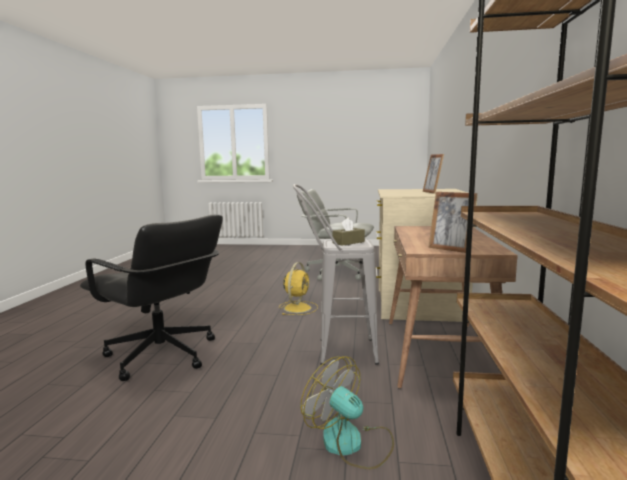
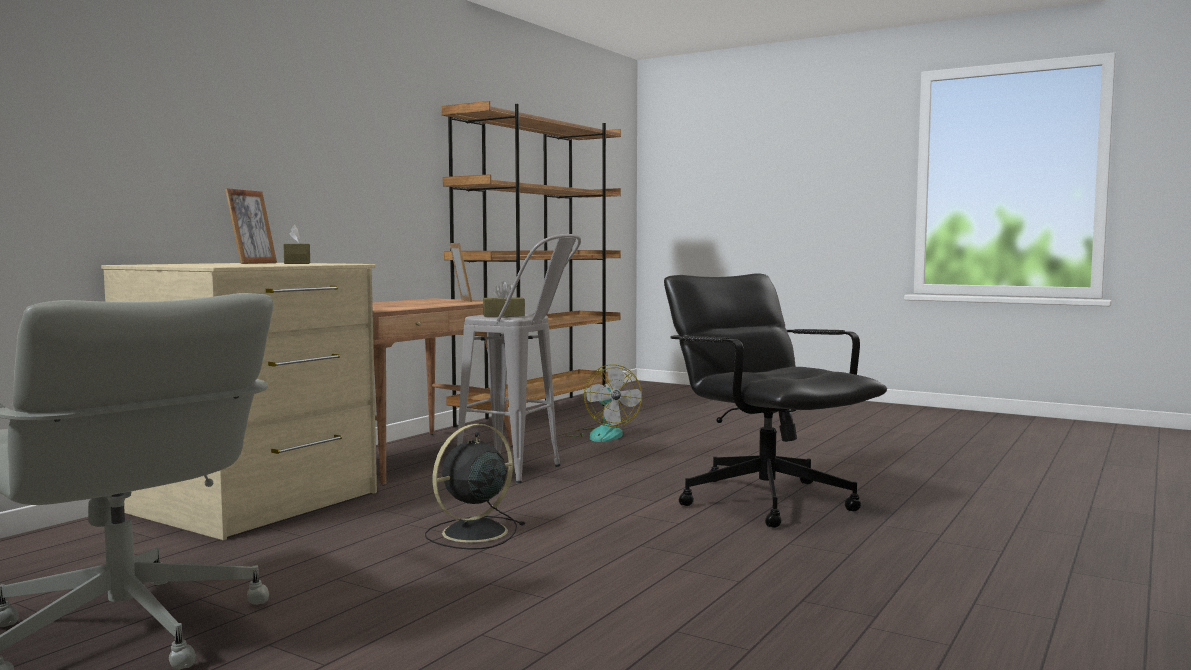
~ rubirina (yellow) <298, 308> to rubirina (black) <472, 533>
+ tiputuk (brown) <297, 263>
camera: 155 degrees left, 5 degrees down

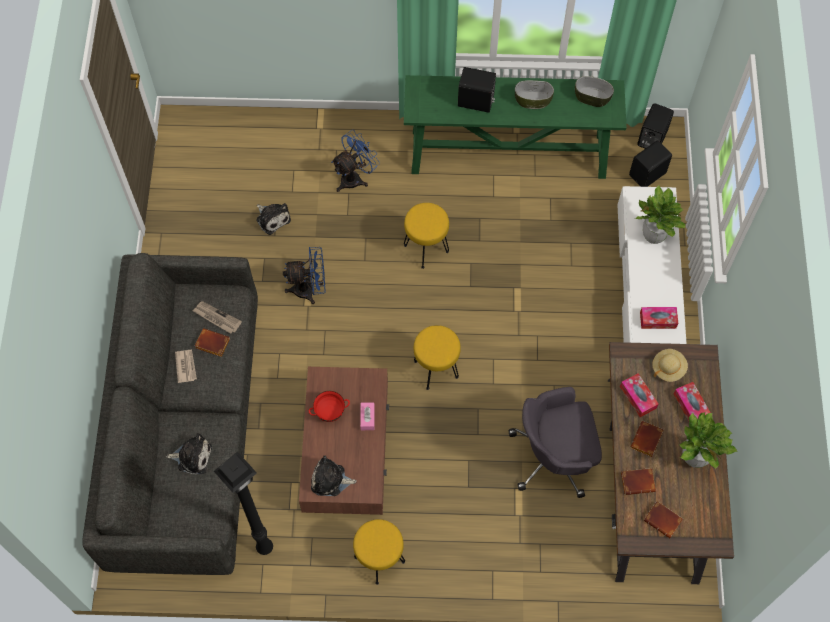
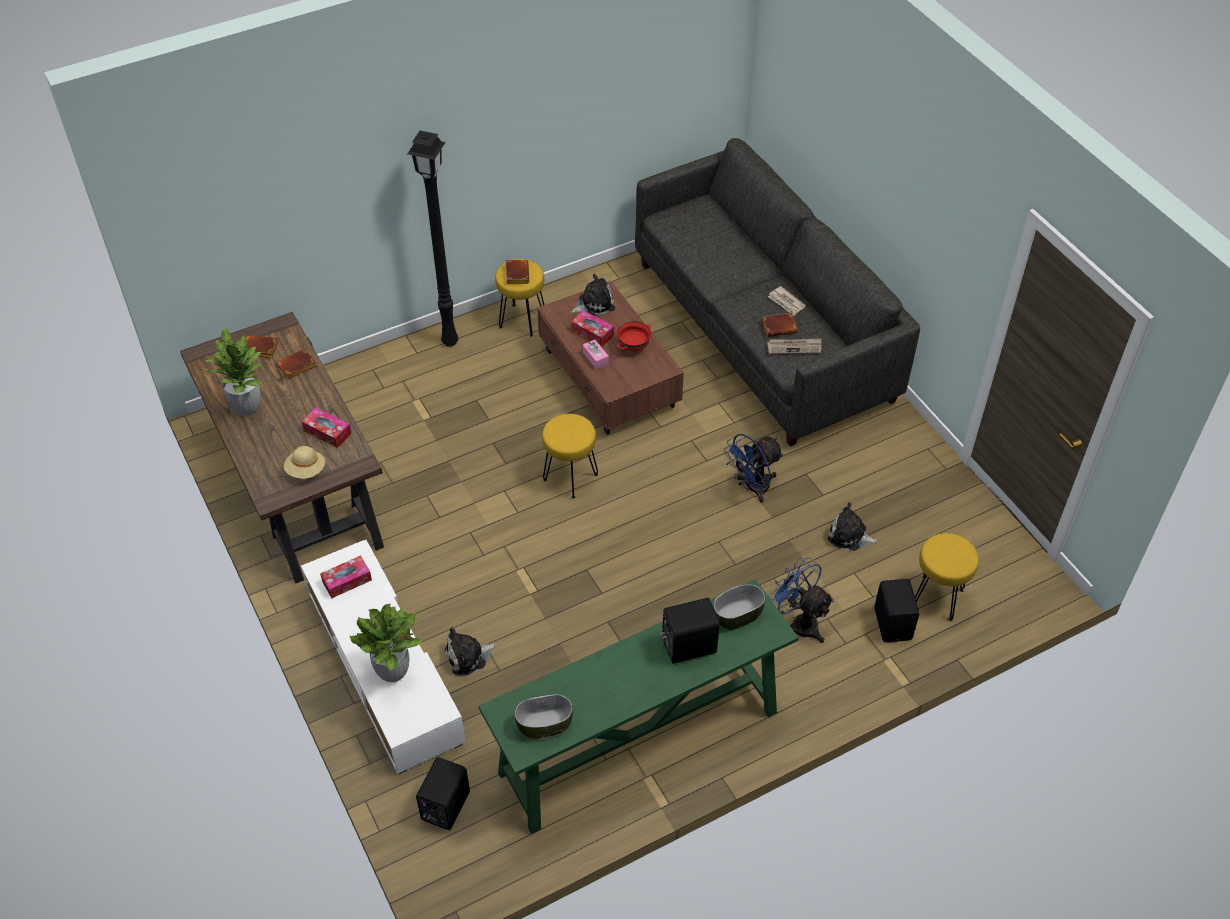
~ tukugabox <192, 456> to <468, 657>
~ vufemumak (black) <263, 547> to <451, 341>
~ rubirina (blue) <355, 177> = <799, 622> 120 degrees clockwise
~ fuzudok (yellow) <426, 248> to <937, 598>
- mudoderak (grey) <554, 456>
~ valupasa <533, 100> to <737, 616>
~ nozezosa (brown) <647, 441> to <516, 274>
~ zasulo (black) <651, 138> to <893, 623>
~ tiputuk <690, 406> to <592, 333>
camera: 150 degrees right, 15 degrees down

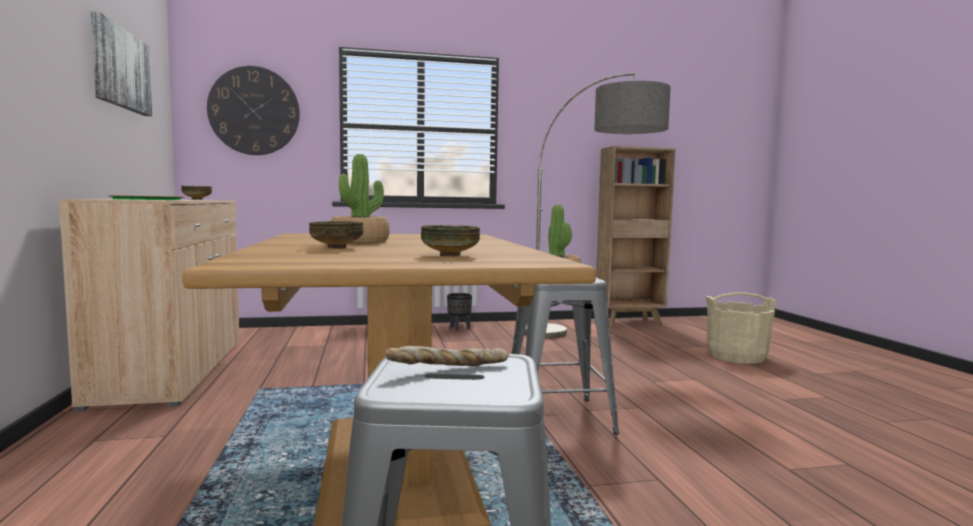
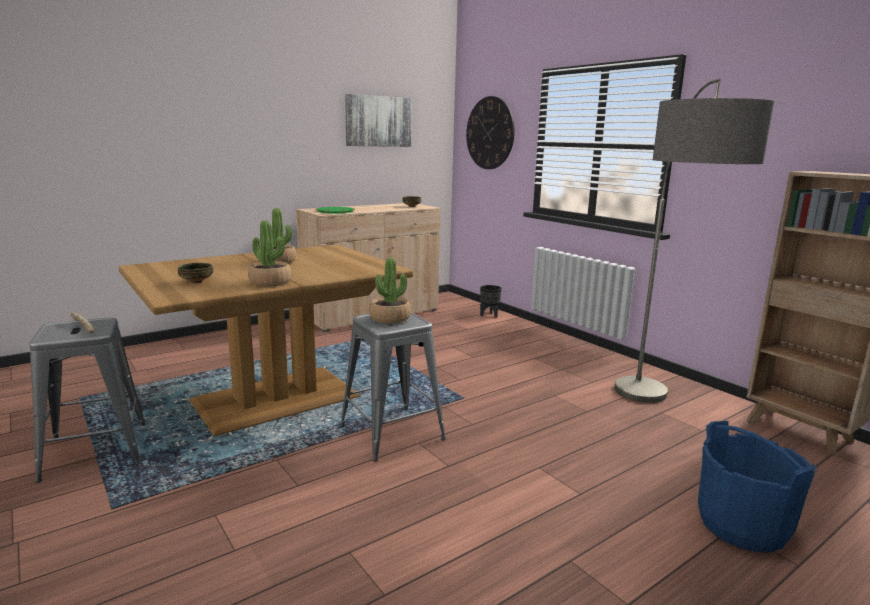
- valupasa <337, 248>
~ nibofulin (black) <458, 328> to <489, 315>
~ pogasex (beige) <736, 356> to pogasex (blue) <743, 525>
+ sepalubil <270, 282>
camera: 65 degrees right, 10 degrees up

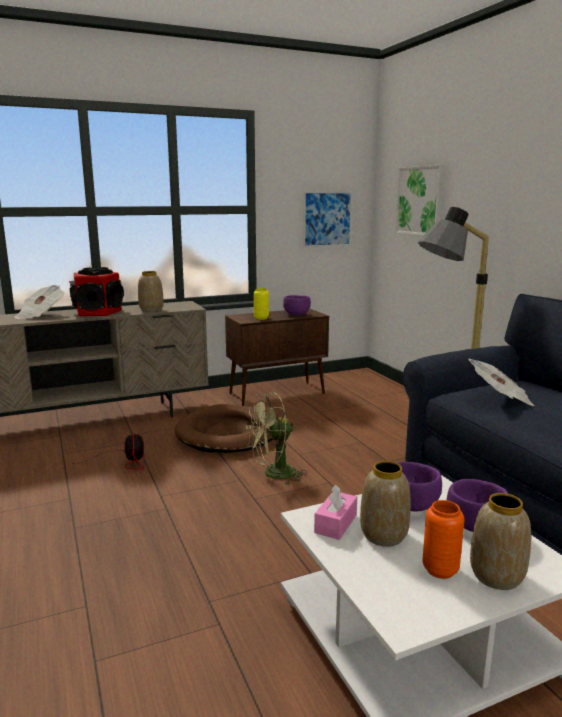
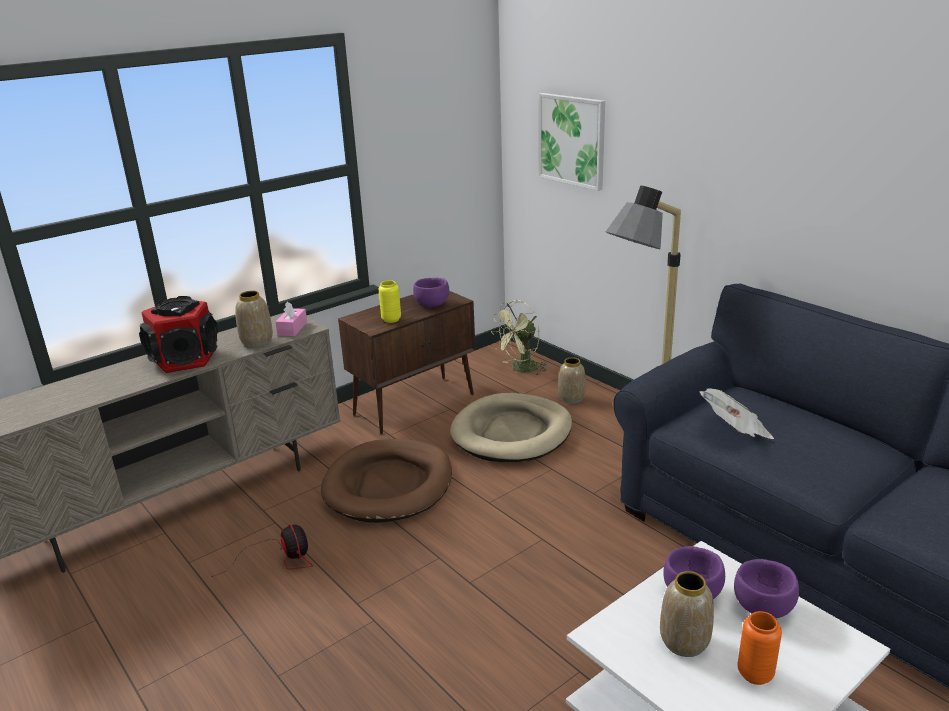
- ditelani <40, 315>
~ rubirina (green) <273, 474> to <521, 369>
- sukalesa <327, 219>
~ tiputuk (pink) <336, 524> to <292, 328>
~ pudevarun <497, 576> to <572, 398>
+ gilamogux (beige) <512, 433>
camera: 15 degrees left, 10 degrees up

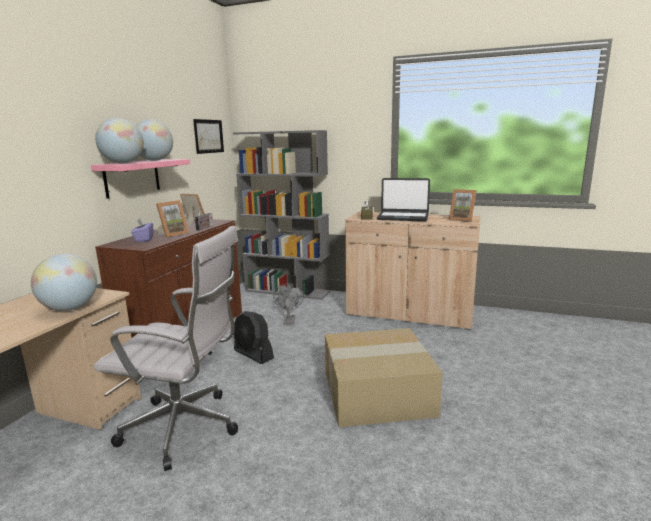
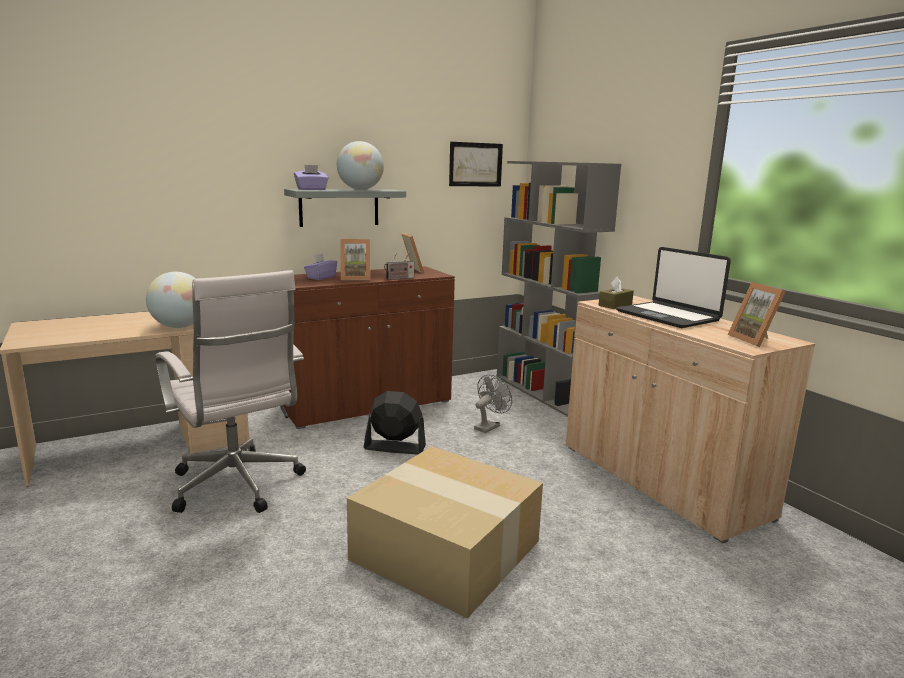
~ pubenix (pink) <132, 177> to pubenix (grey) <339, 207>
~ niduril <123, 163> to tiputuk (purple) <311, 189>
~ rubirina (black) <253, 354> = <394, 447> 105 degrees clockwise
camera: 40 degrees right, 0 degrees up

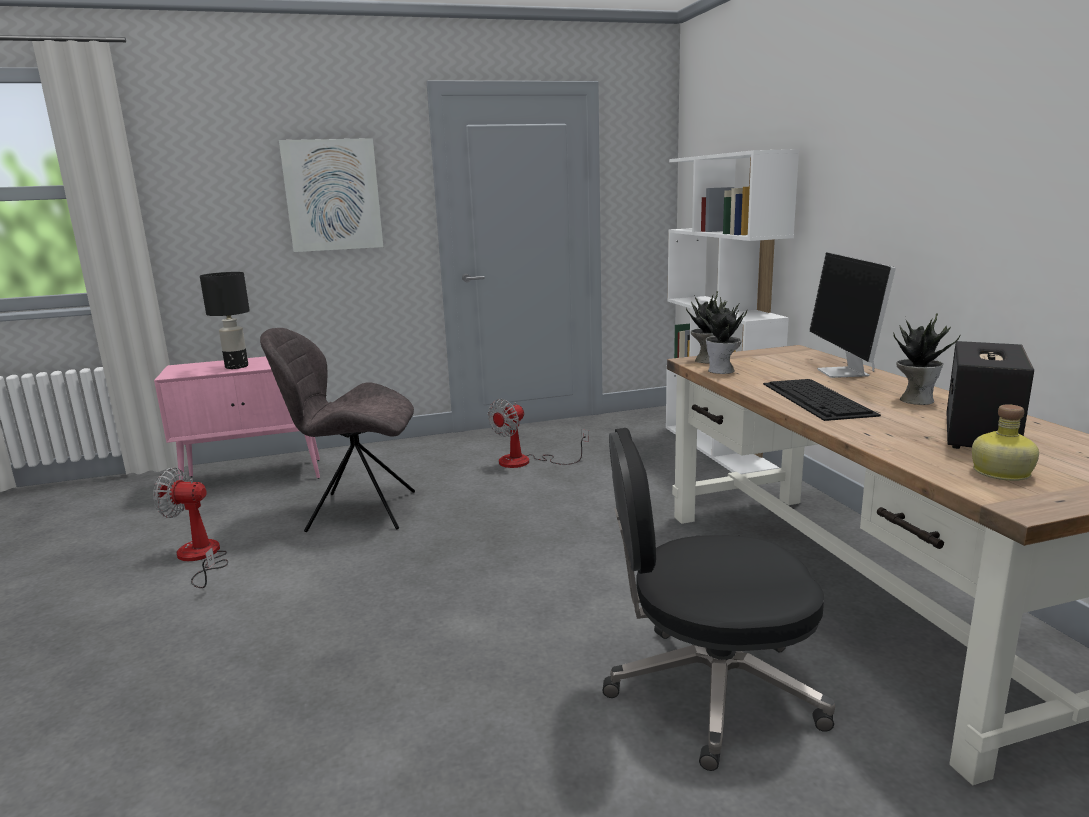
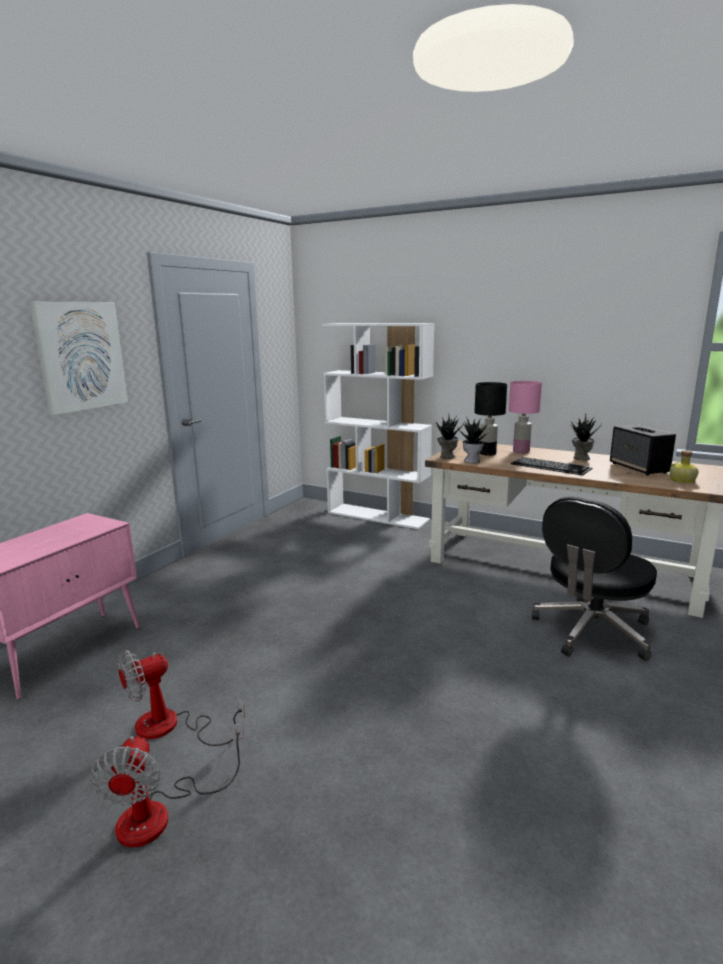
~ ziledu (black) <236, 367> to <487, 454>
- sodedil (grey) <357, 511>
~ rubirina <526, 462> to <161, 813>
~ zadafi <844, 373> to ziledu (pink) <521, 451>
camera: 45 degrees left, 0 degrees up

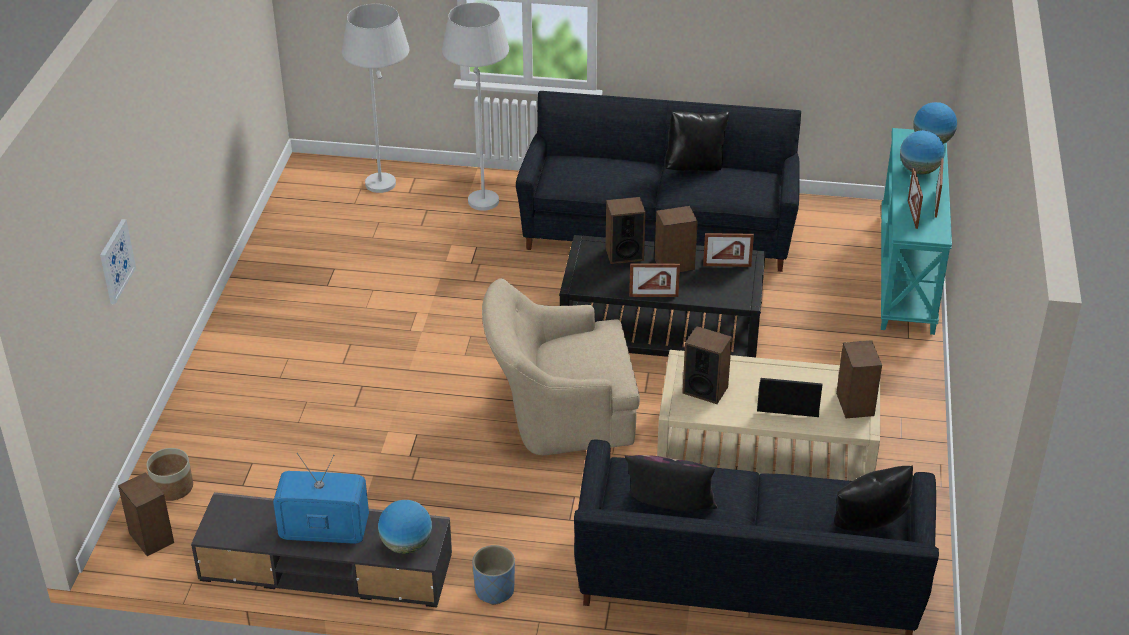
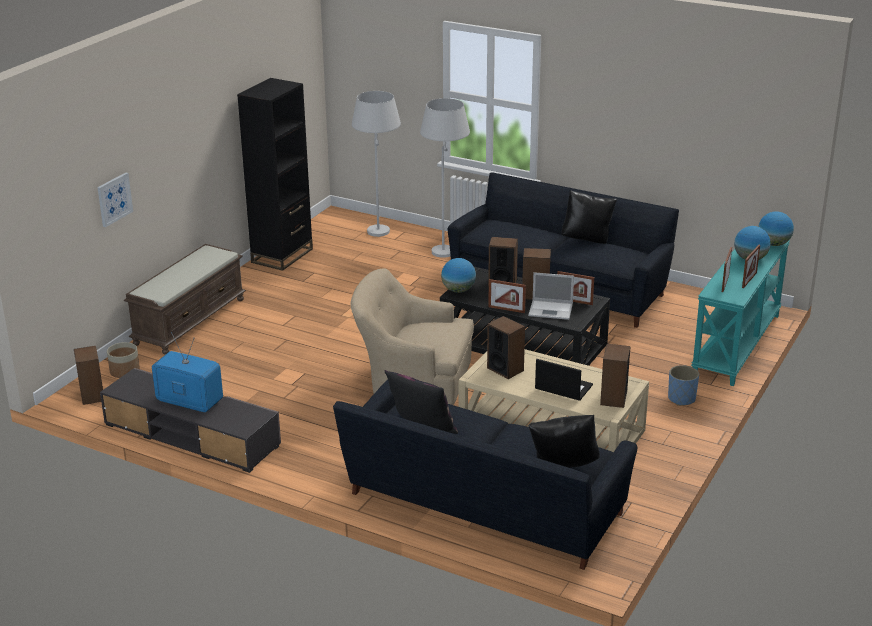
~ niduril <406, 545> to <458, 290>
~ nibofulin (blue) <495, 590> to <681, 399>
+ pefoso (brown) <189, 321>
+ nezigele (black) <282, 256>
+ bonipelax <551, 310>
camera: 20 degrees right, 10 degrees down

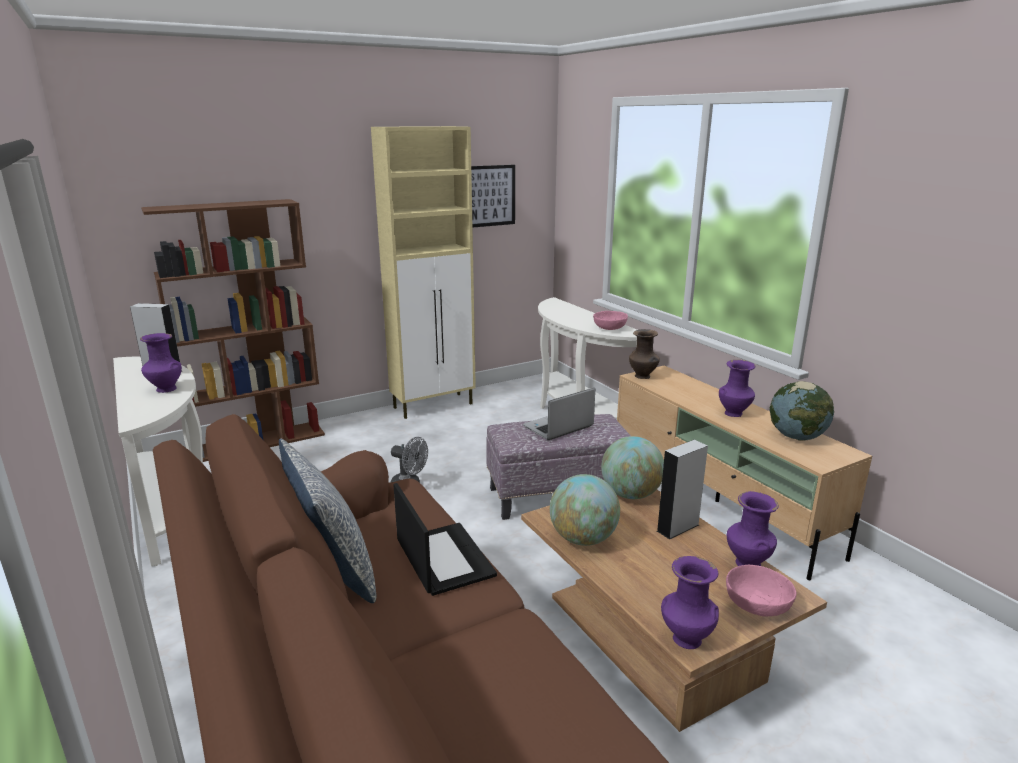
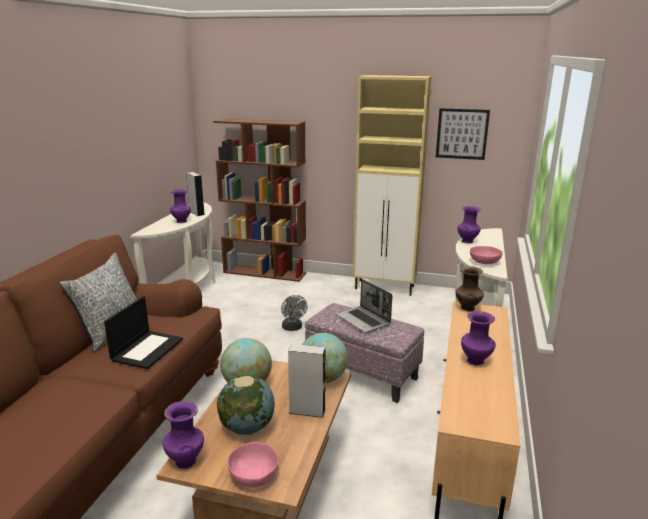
~ bonipelax <558, 427> = <364, 320> 135 degrees counterclockwise
~ pudevarun (purple) <747, 563> to <467, 241>
~ niduril <797, 437> to <247, 428>
camera: 45 degrees right, 0 degrees up

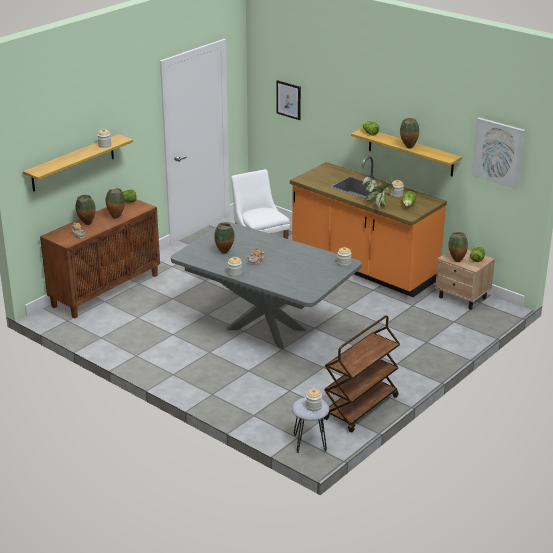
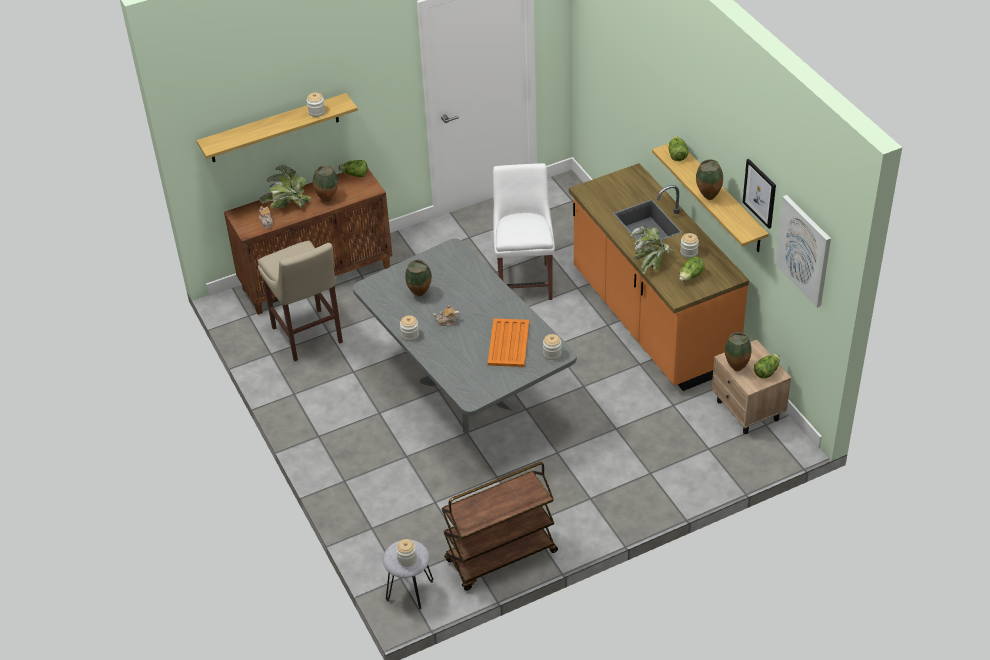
~ pudevarun <87, 224> to sepalubil <287, 204>
~ sukalesa <288, 100> to <760, 193>
+ fuzudok (beige) <308, 337>
+ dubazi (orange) <509, 343>
camera: 25 degrees right, 15 degrees up

